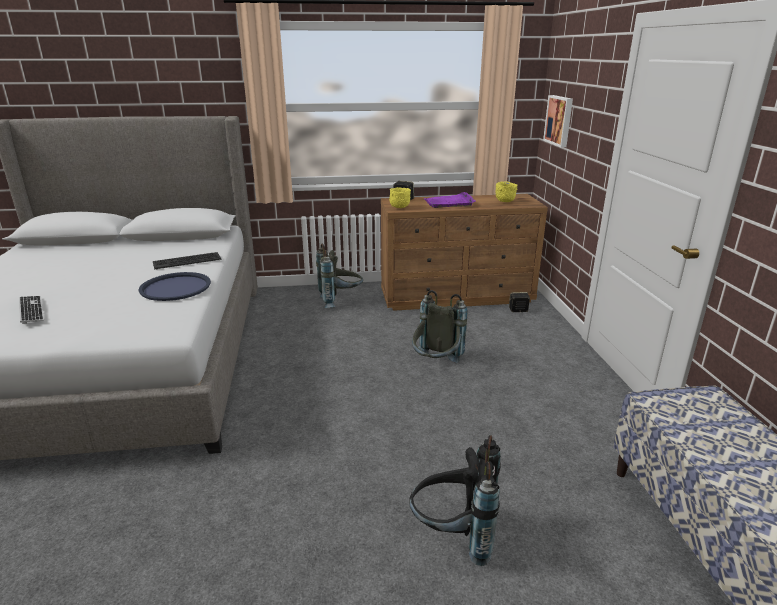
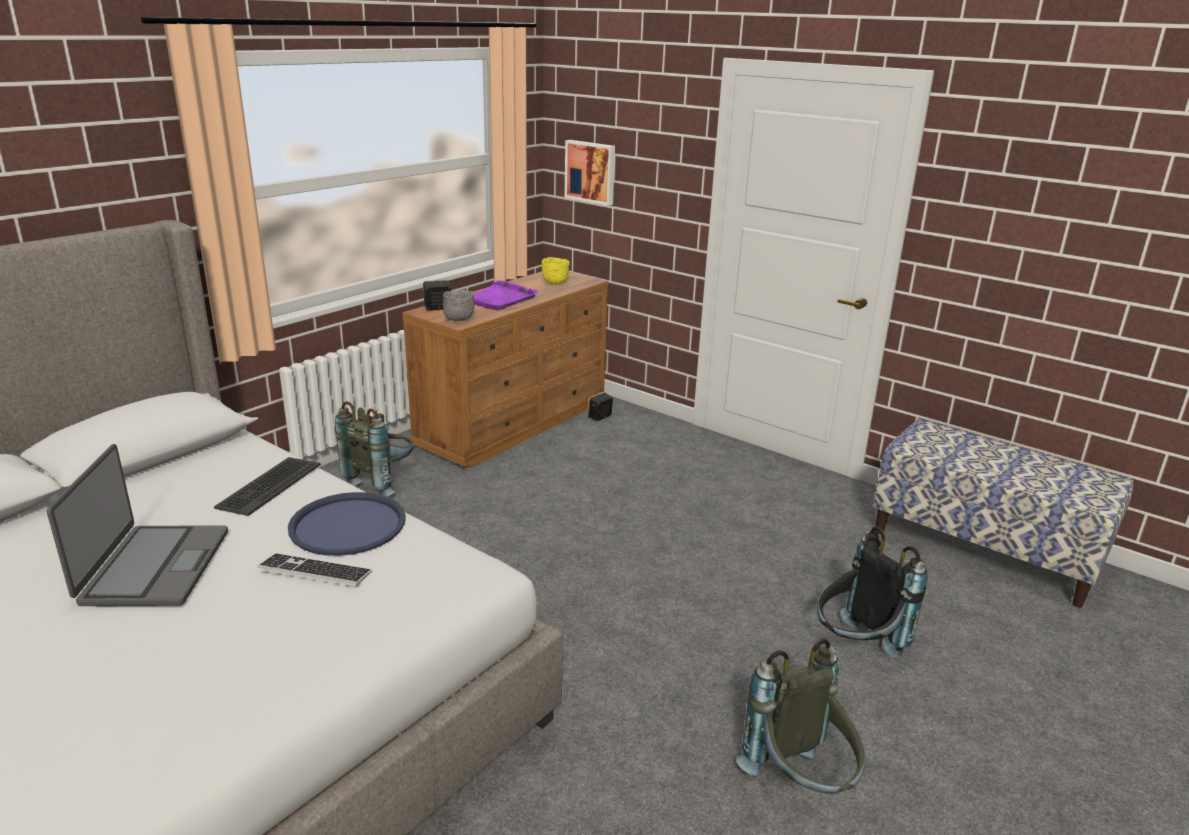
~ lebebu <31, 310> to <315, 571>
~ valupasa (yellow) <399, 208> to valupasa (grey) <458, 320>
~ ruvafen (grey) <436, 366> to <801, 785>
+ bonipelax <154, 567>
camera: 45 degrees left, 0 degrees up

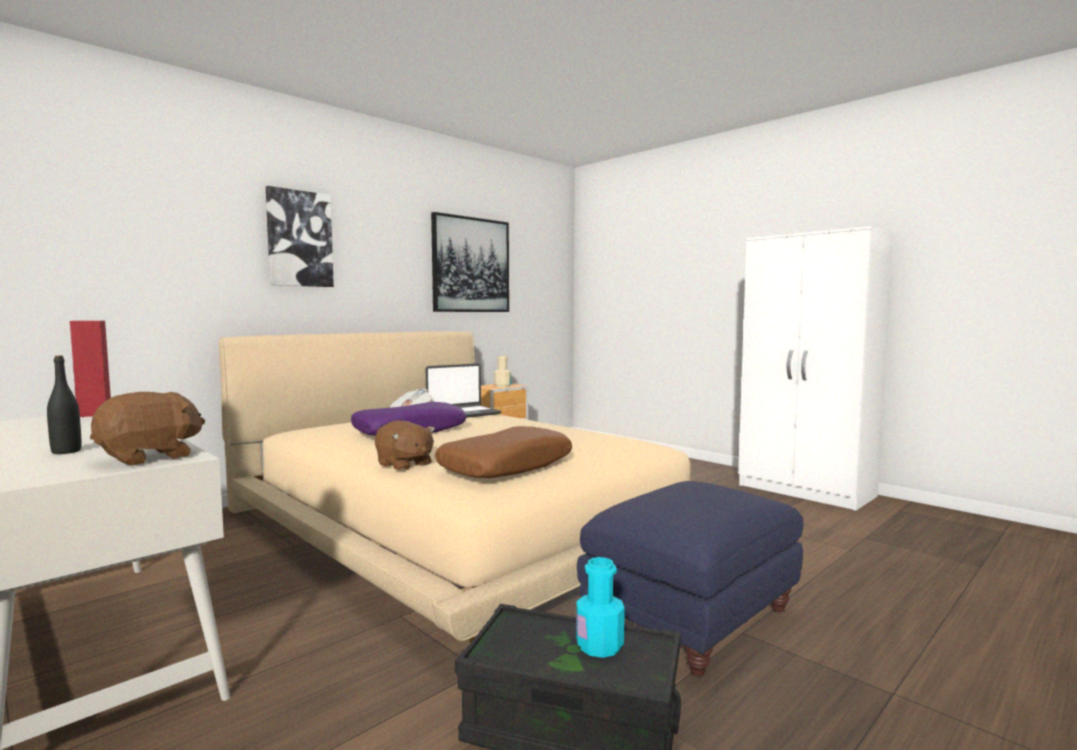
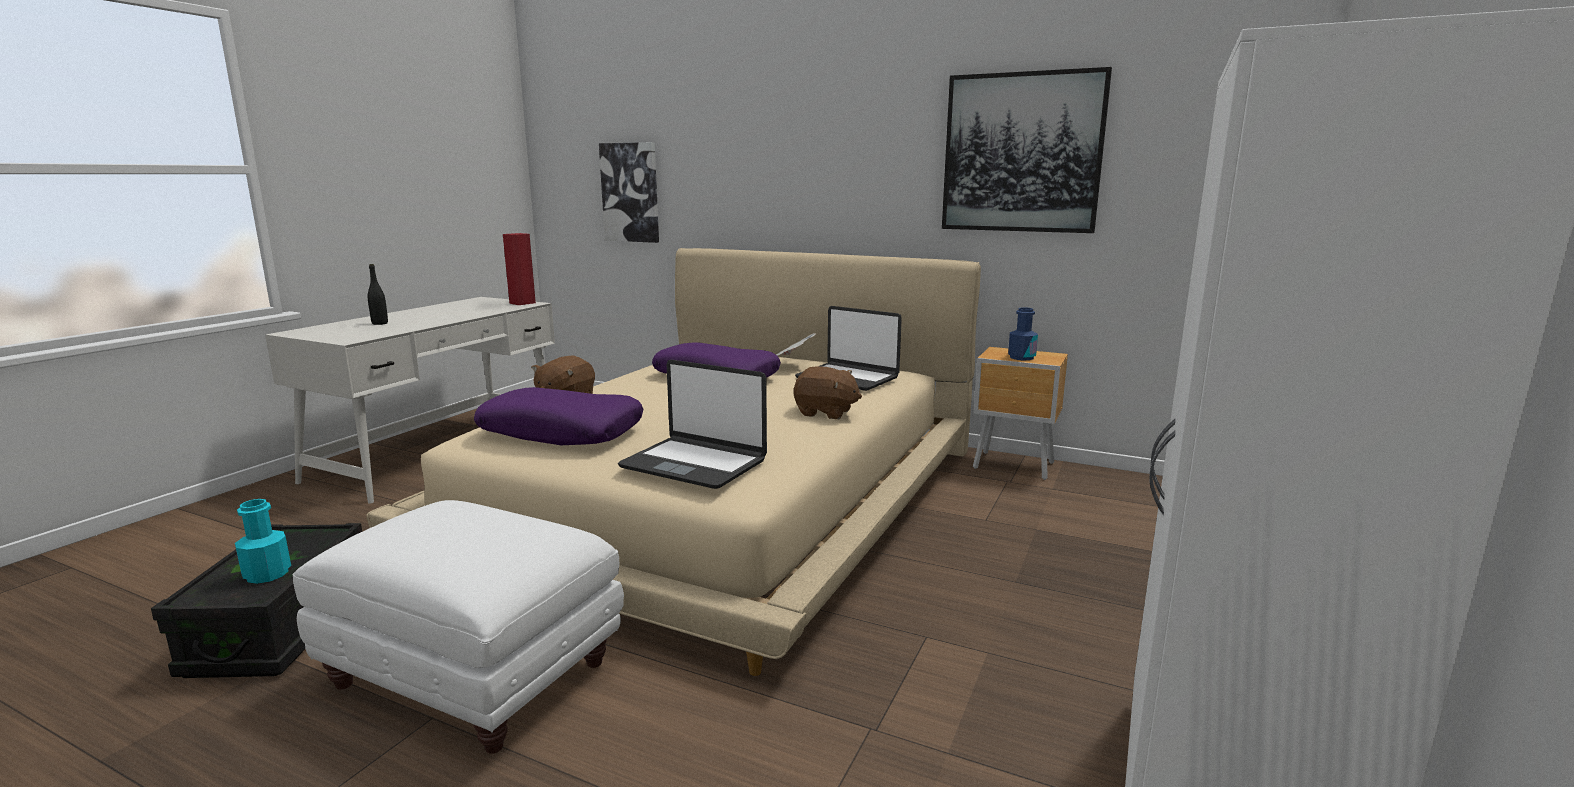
~ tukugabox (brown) <150, 457> to <825, 413>
~ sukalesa <299, 239> to <630, 192>
~ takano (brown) <506, 466> to takano (purple) <562, 432>
~ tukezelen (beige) <502, 386> to tukezelen (blue) <1021, 357>
~ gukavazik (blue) <693, 617> to gukavazik (white) <476, 676>
+ bonipelax <694, 464>
camera: 70 degrees right, 10 degrees up

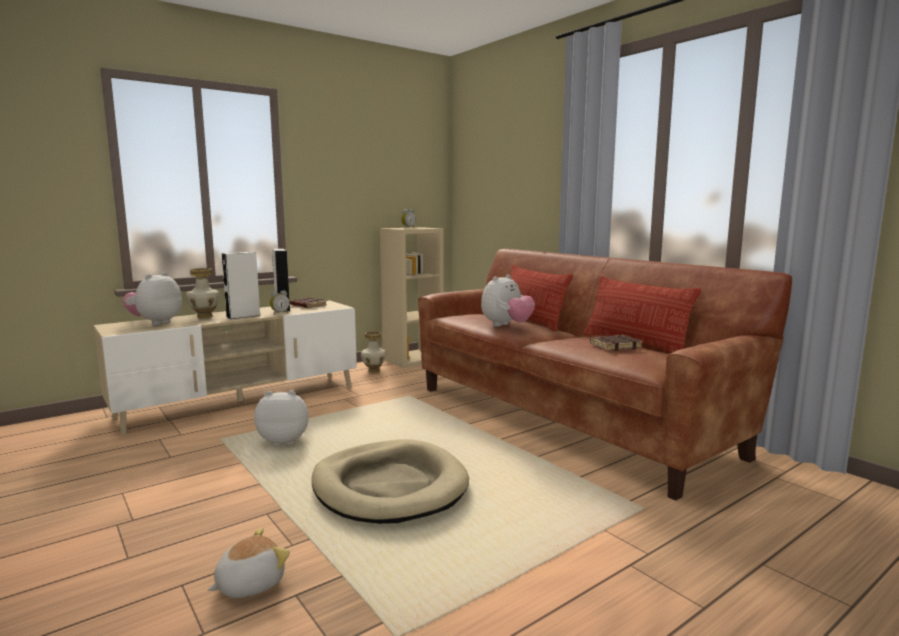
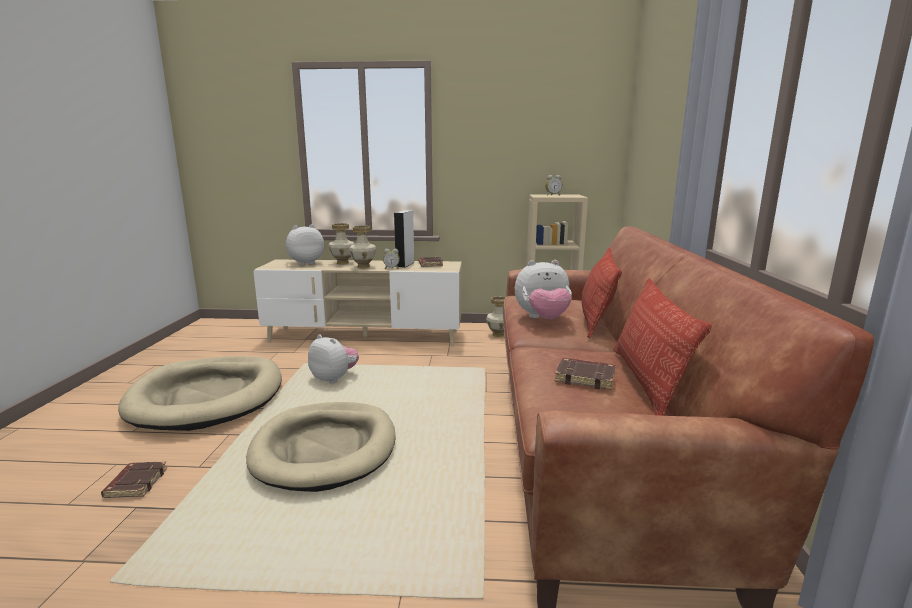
~ tukugabox <249, 584> to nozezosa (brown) <136, 483>
~ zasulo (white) <243, 316> to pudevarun <364, 267>
+ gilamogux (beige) <208, 397>
camera: 40 degrees right, 5 degrees up

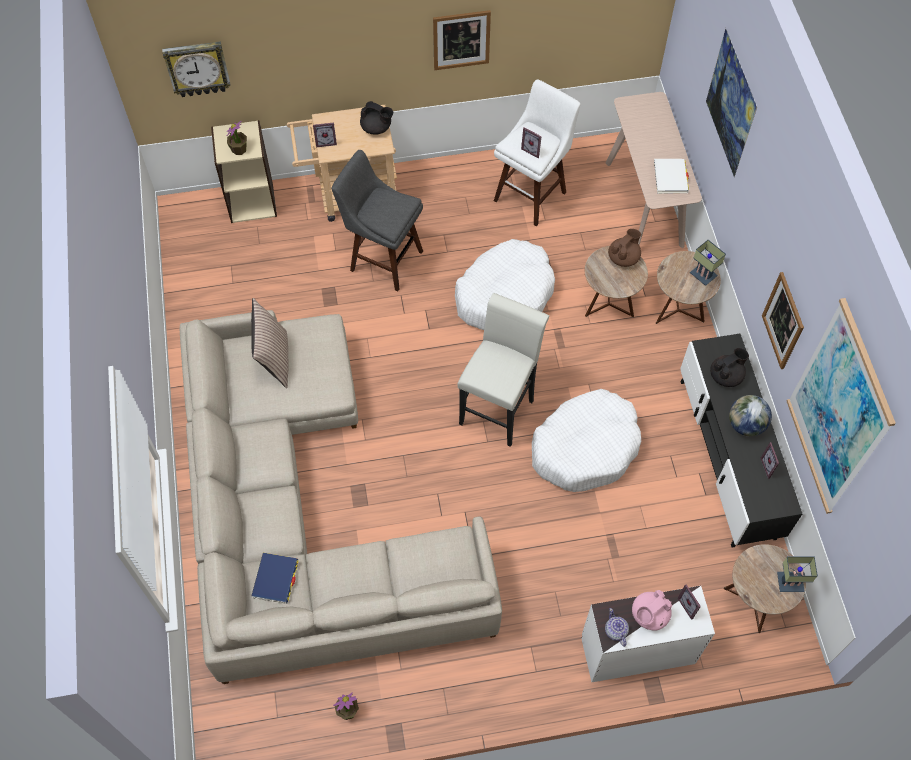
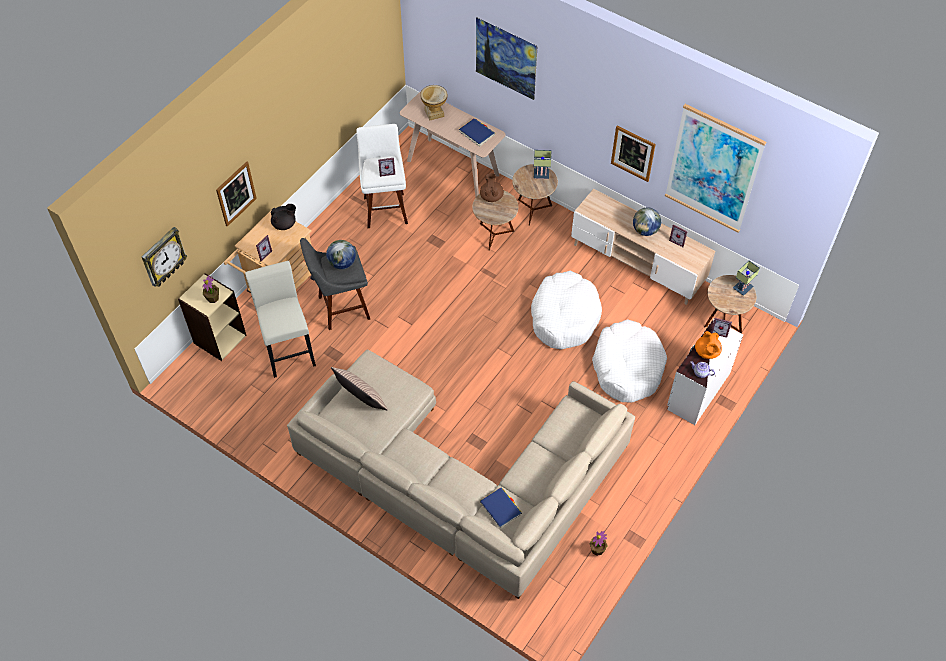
~ sukalesa <461, 40> to <236, 193>
~ gilamogux (white) <504, 294> to <627, 367>
~ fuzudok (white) <499, 407> to <288, 351>
~ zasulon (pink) <649, 615> to zasulon (orange) <707, 352>
~ nozezosa (white) <670, 177> to nozezosa (blue) <477, 133>
~ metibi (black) <727, 457> to metibi (beige) <637, 264>
- zasulon (black) <726, 376>
+ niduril <342, 263>
+ pudevarun <434, 113>
camera: 45 degrees left, 5 degrees down

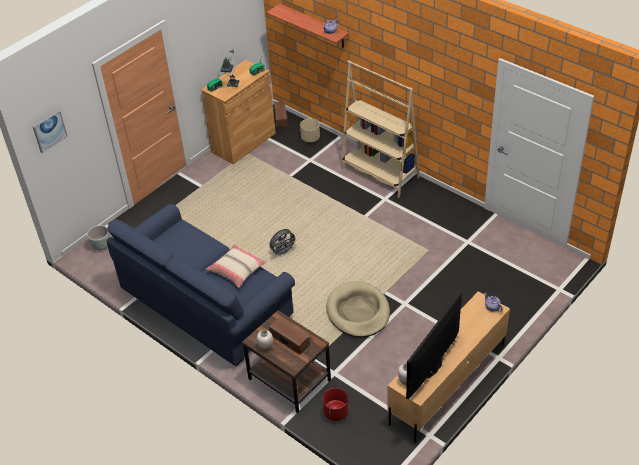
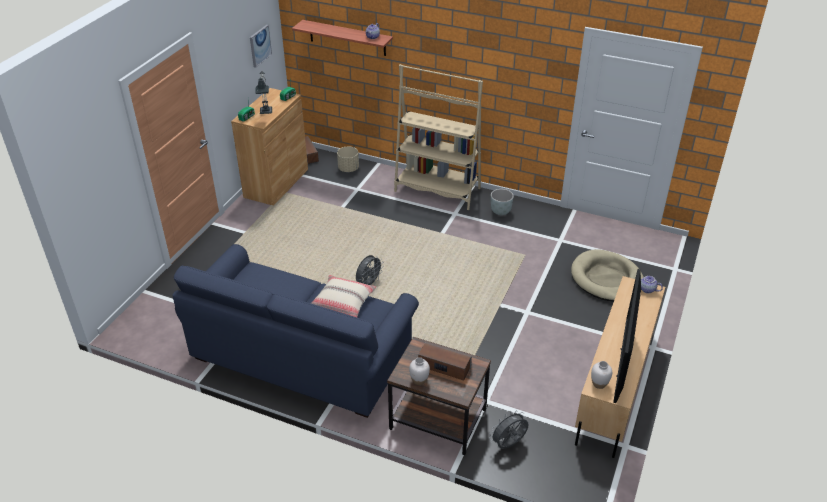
~ sukalesa <49, 131> to <260, 45>
~ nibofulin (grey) <101, 246> to <501, 211>
~ nibofulin (red) <335, 412> to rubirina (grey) <508, 445>
~ gilamogux (beige) <358, 312> to <607, 279>
camera: 20 degrees left, 5 degrees down

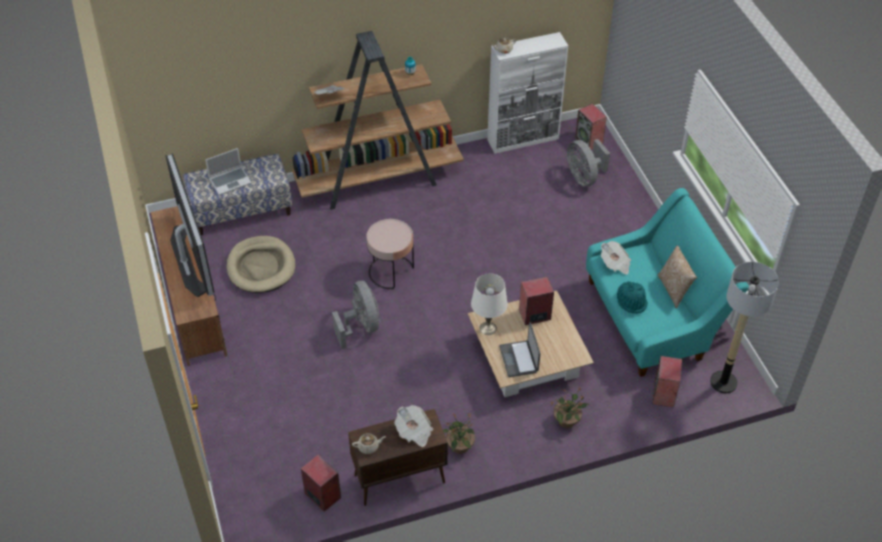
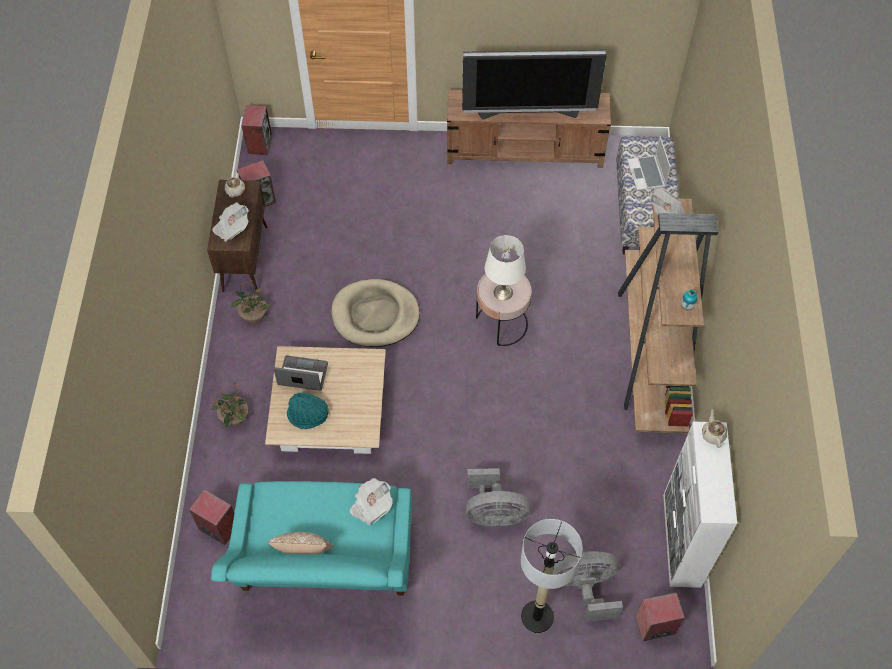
~ gilamogux (beige) <261, 267> to <375, 315>
~ rubirina (grey) <361, 326> to <494, 513>
~ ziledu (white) <488, 328> to <503, 292>
~ zasulo <534, 315> to <259, 144>
~ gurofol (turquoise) <631, 301> to <308, 415>
~ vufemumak <723, 382> to <537, 617>
camera: 110 degrees right, 10 degrees up

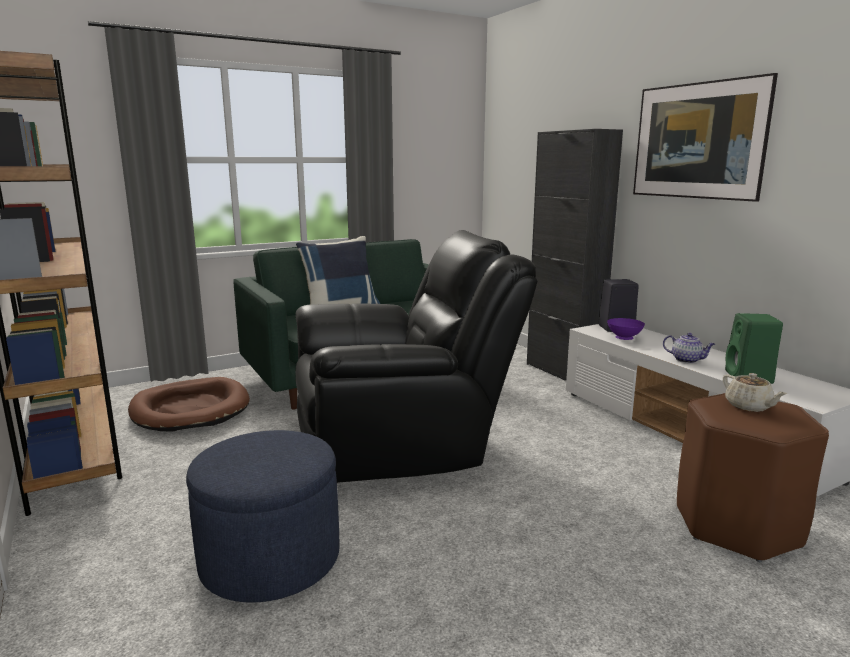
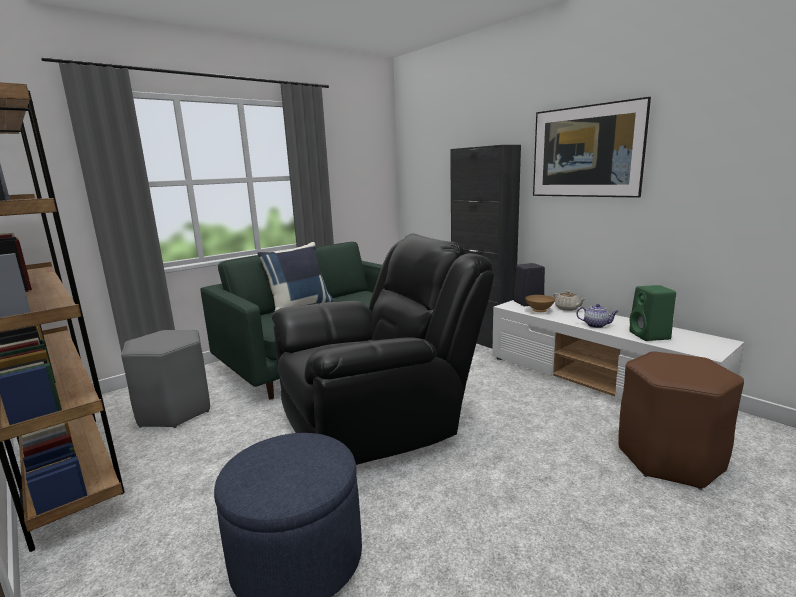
~ gilamogux (brown) <190, 409> to fuzudok (grey) <175, 411>
~ valupasa (purple) <623, 338> to valupasa (brown) <539, 311>
~ zasulon (beige) <749, 406> to <567, 308>
camera: 10 degrees left, 0 degrees up

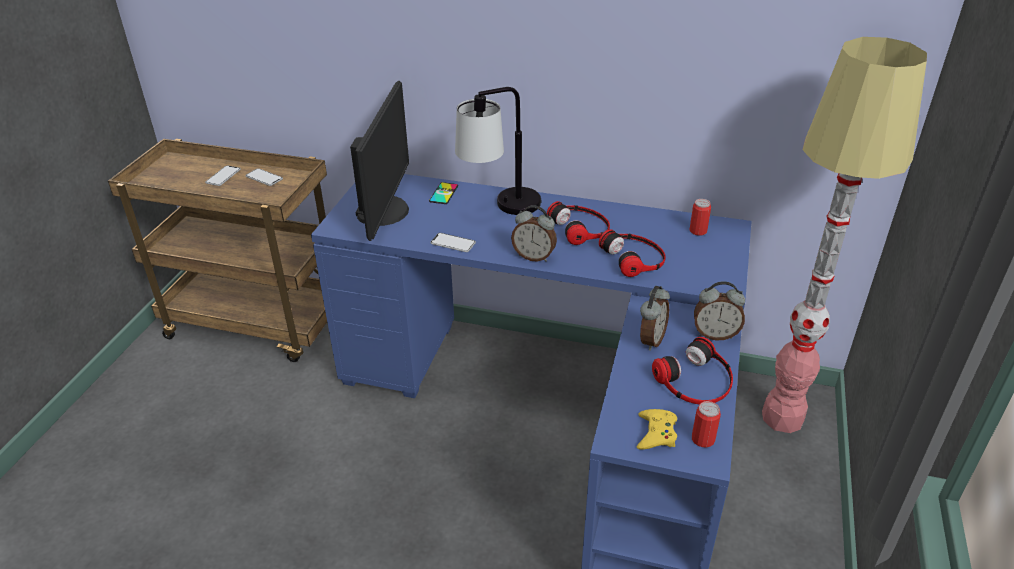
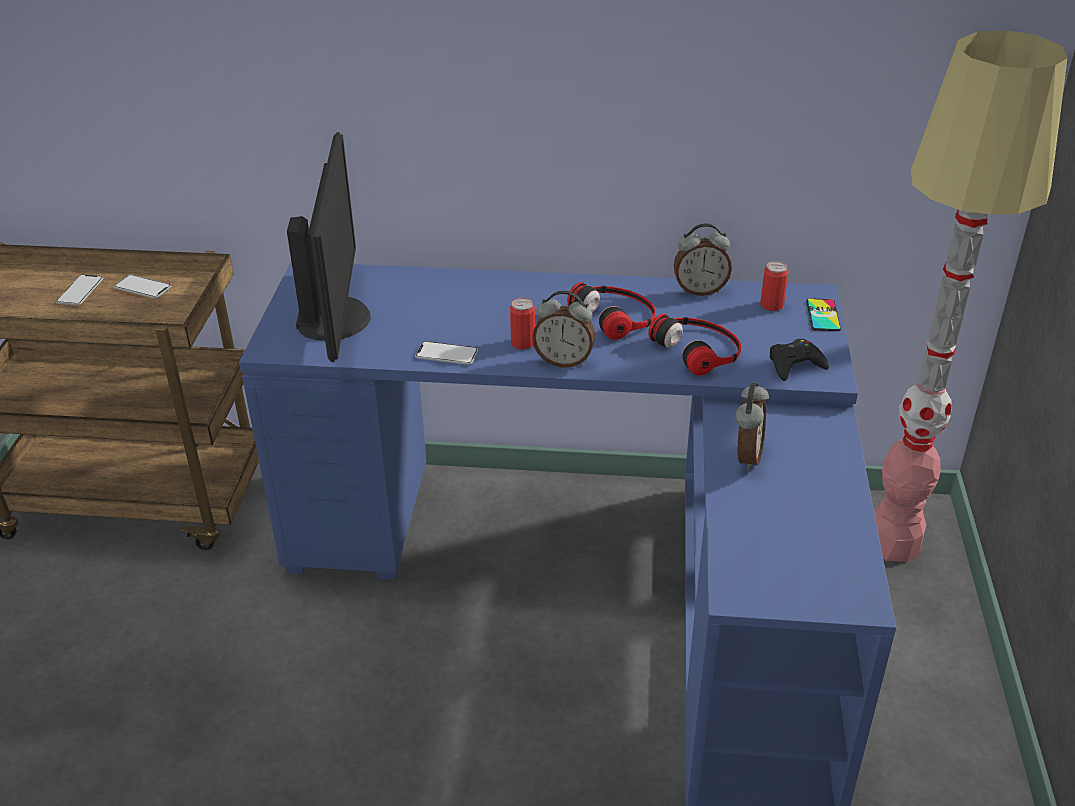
~ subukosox <443, 193> to <823, 315>
- ziledu <501, 210>
- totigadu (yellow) <656, 433>
- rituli <696, 381>
~ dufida <703, 439> to <523, 343>
~ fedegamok <715, 334> to <700, 290>
+ totigadu (black) <795, 365>
camera: 10 degrees left, 0 degrees up

